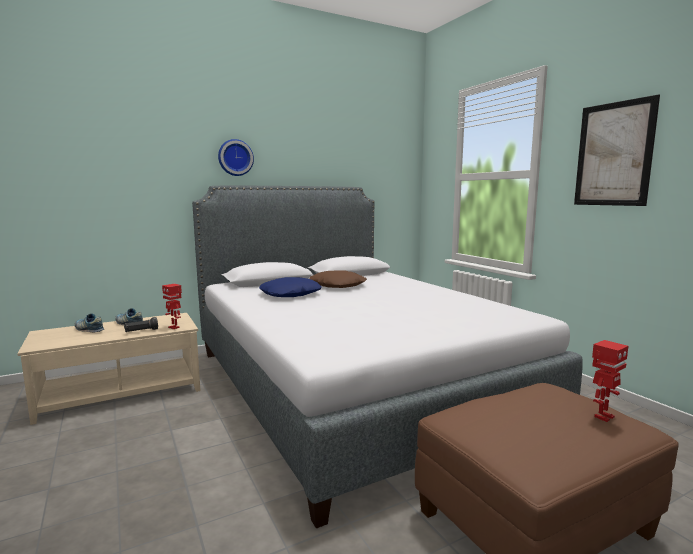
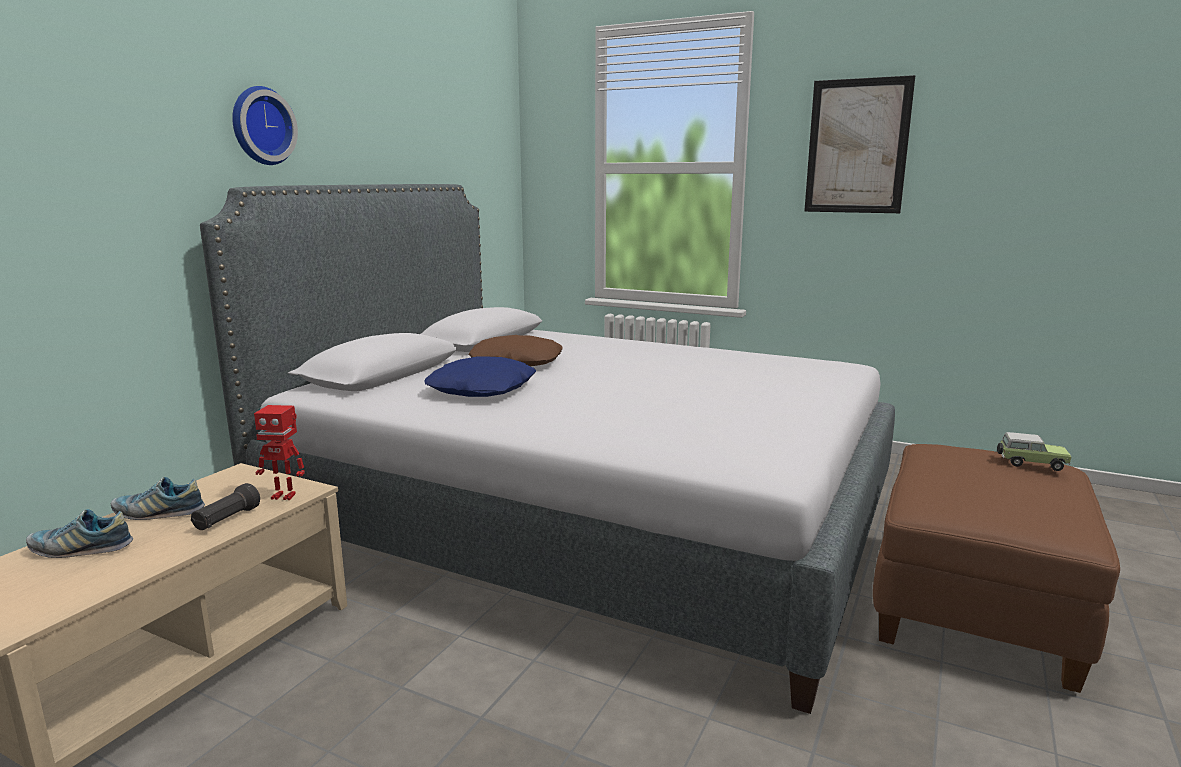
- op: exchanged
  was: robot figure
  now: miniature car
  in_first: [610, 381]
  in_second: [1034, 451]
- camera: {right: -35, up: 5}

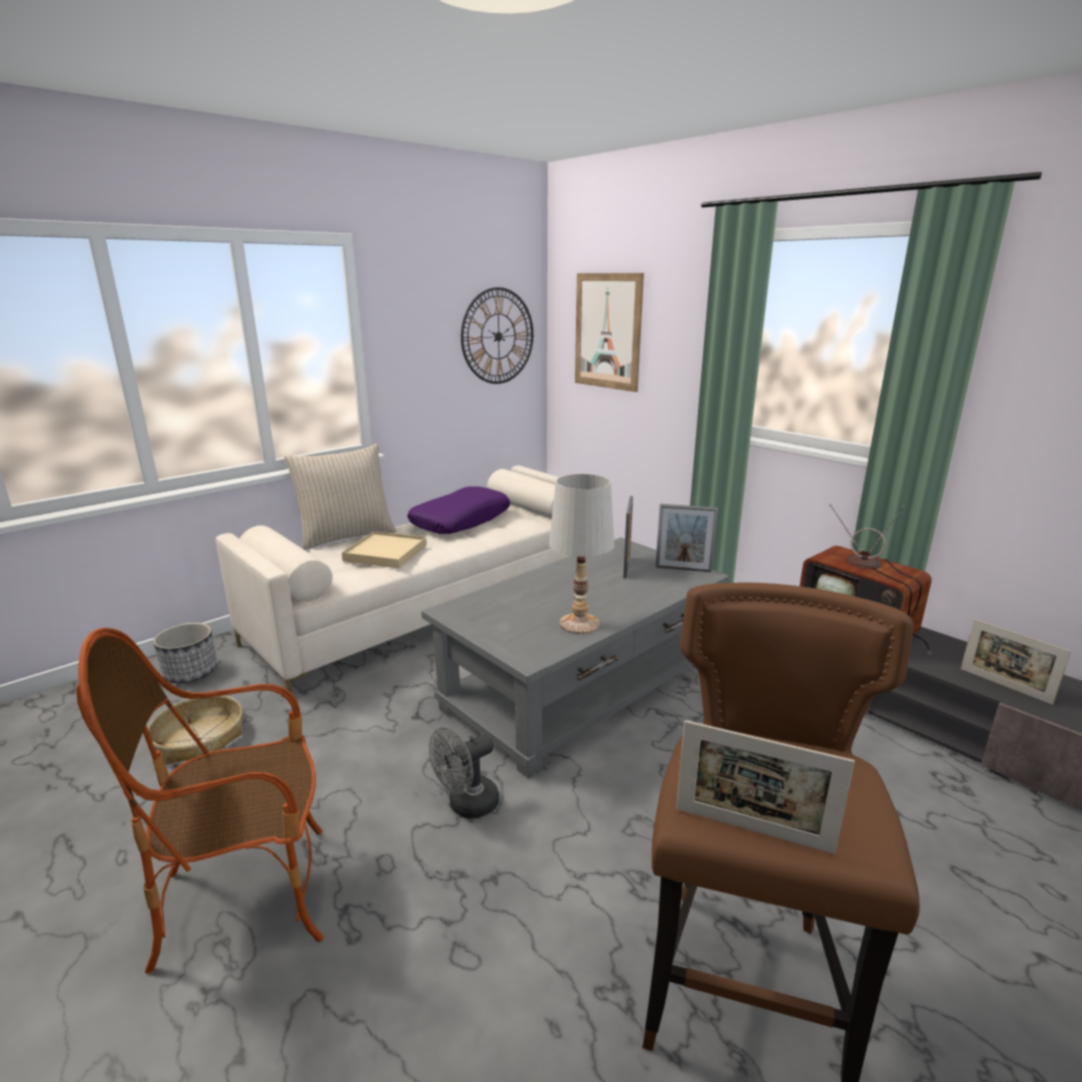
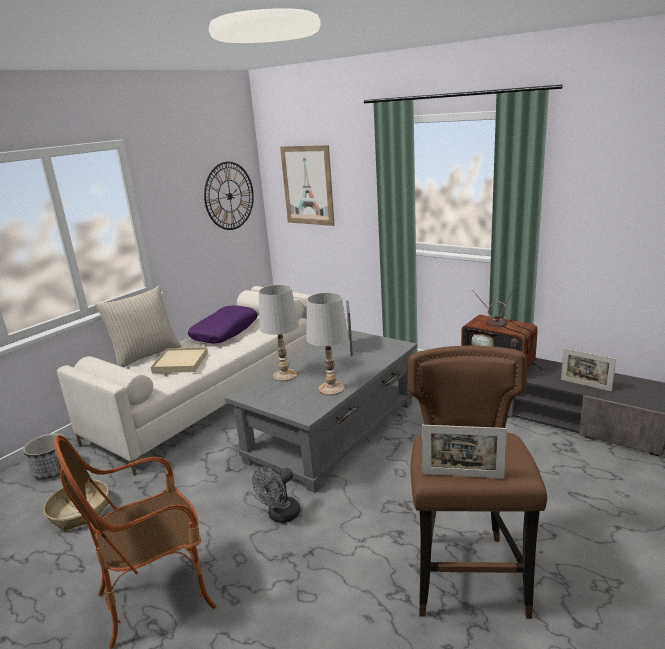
- op: missing
  was: photo frame
  in_first: [687, 538]
- op: appeared
  now: lamp for a table in white-coloured
  in_second: [279, 333]
- camera: {right: -10, up: 0}

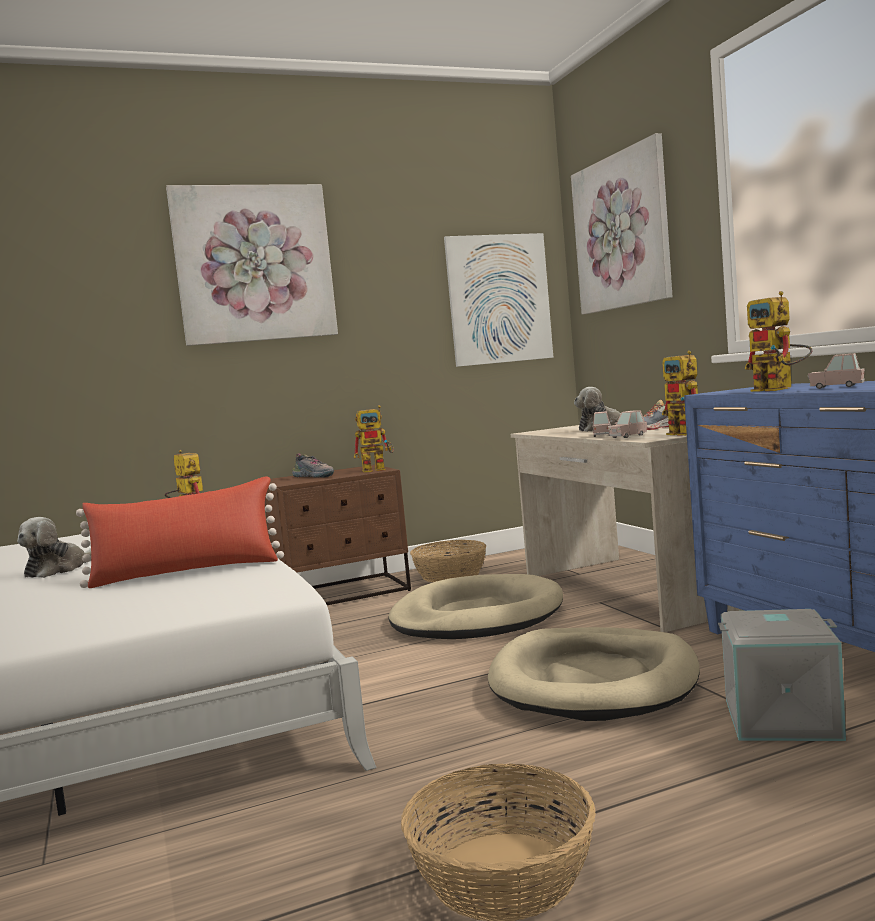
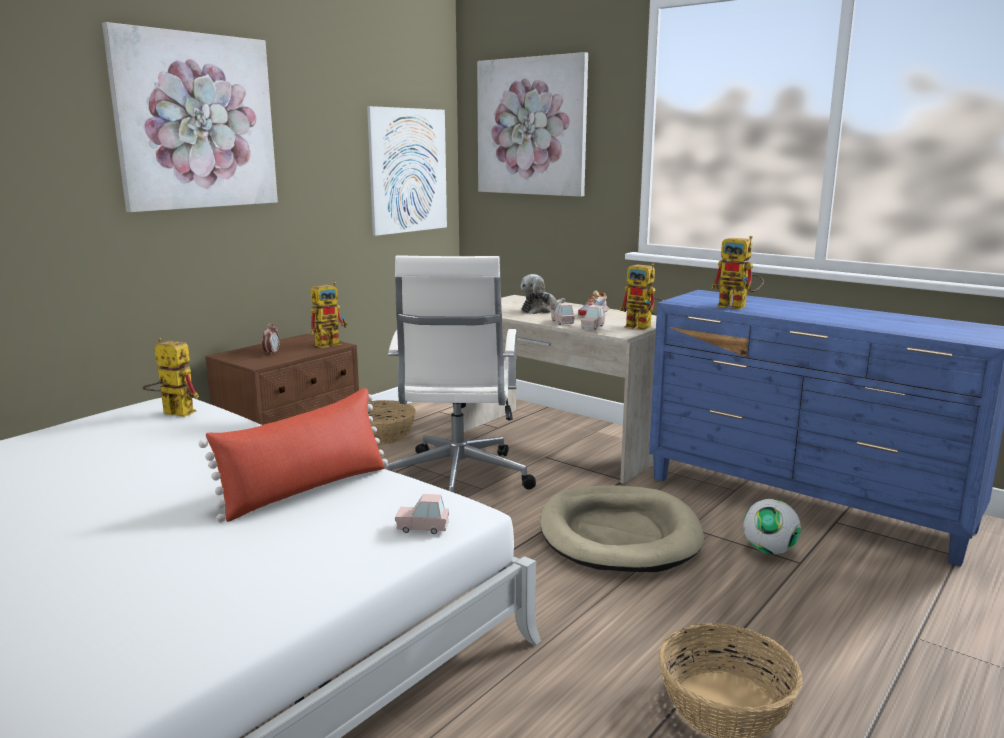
- op: missing
  was: soft toy
  in_first: [54, 547]
- op: exchanged
  was: low shoe
  now: alarm clock
  in_first: [313, 466]
  in_second: [271, 339]
- op: exchanged
  was: pet bed in sand-coloured
  now: computer chair in white-coloured
  in_first: [476, 606]
  in_second: [461, 374]
- op: exchanged
  was: storage box in gray
  now: ball for football
  in_first: [782, 675]
  in_second: [772, 526]
- op: relocated
  was: miniature car in pink-coloured
  in_first: [836, 371]
  in_second: [422, 514]
- camera: {right: -30, up: 10}

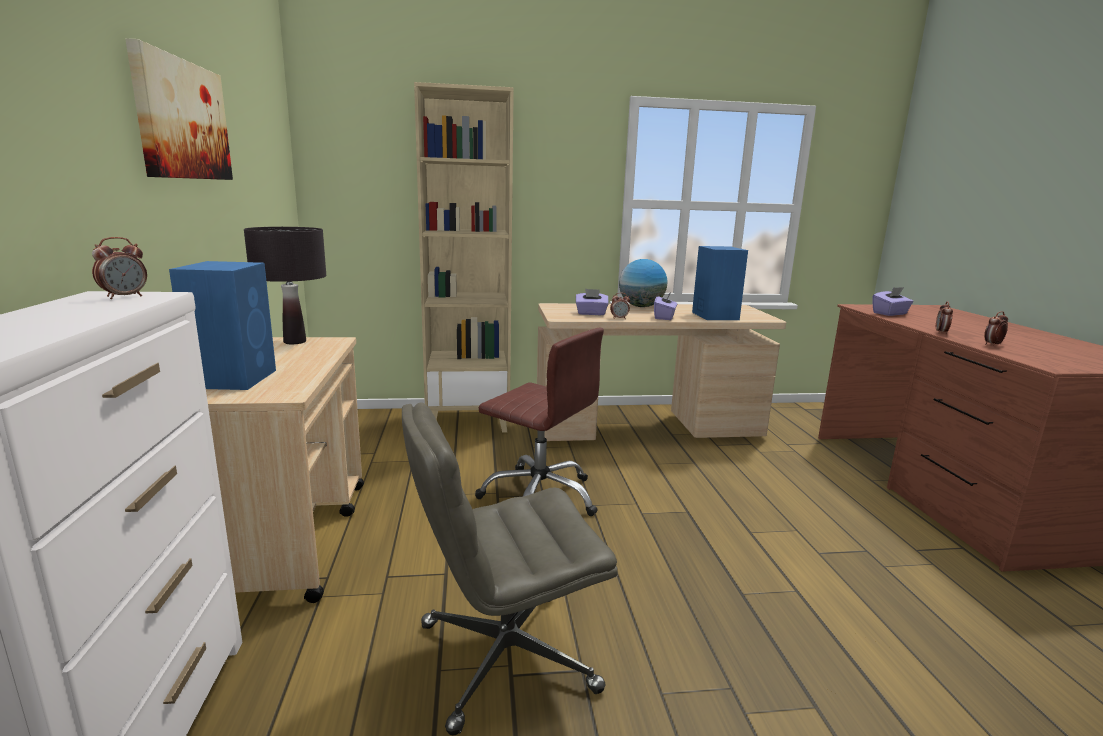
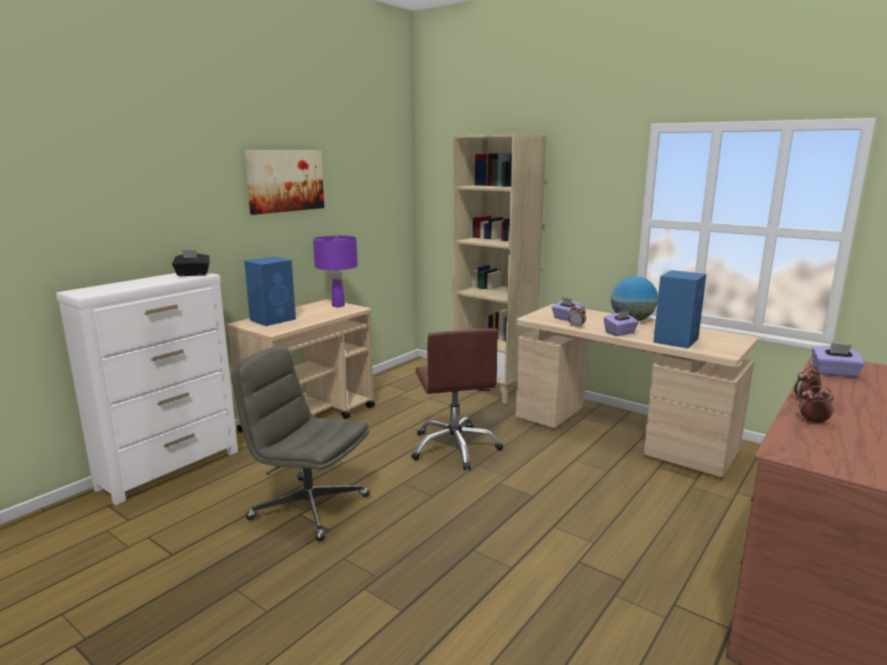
- op: exchanged
  was: alarm clock
  now: box of tissues in black
  in_first: [119, 268]
  in_second: [191, 263]
- op: colour
  was: lamp for a table in black
  now: lamp for a table in purplish
  in_first: [285, 285]
  in_second: [335, 271]
- camera: {right: 45, up: 0}

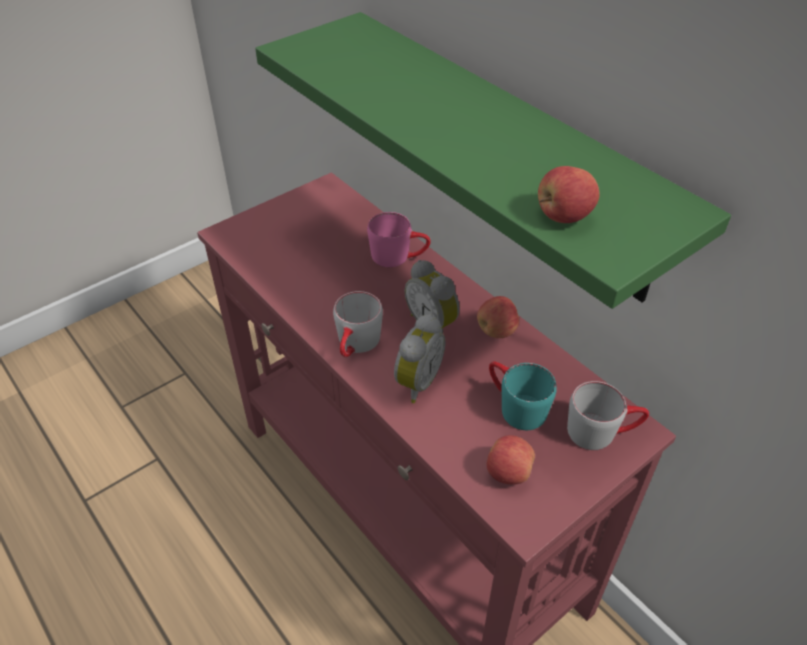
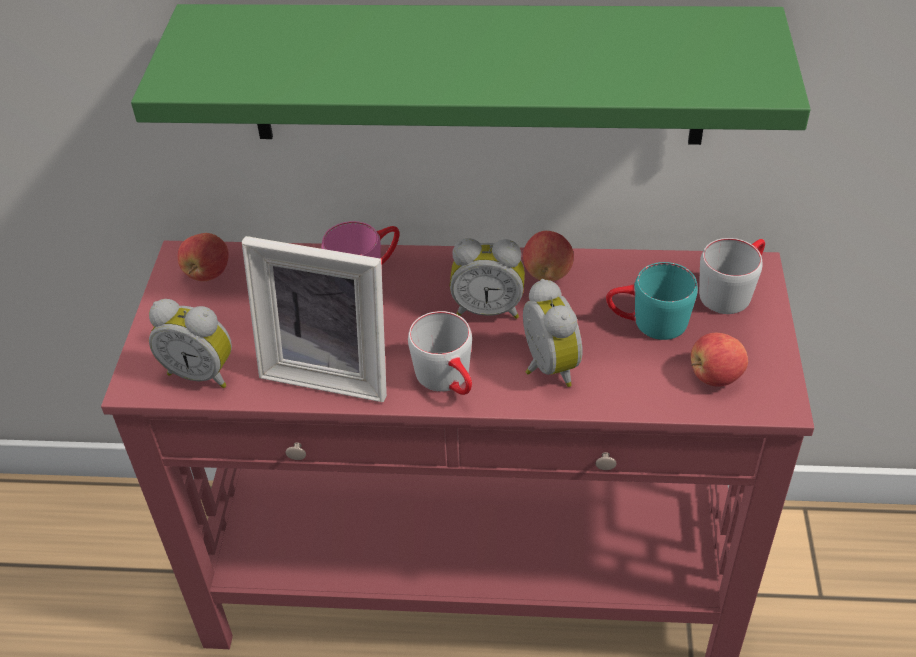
- op: relocated
  was: whole apple
  in_first: [569, 194]
  in_second: [203, 257]
- op: appeared
  now: alarm clock
  in_second: [190, 343]
- op: appeared
  now: photo frame
  in_second: [314, 319]
- camera: {right: -45, up: 0}

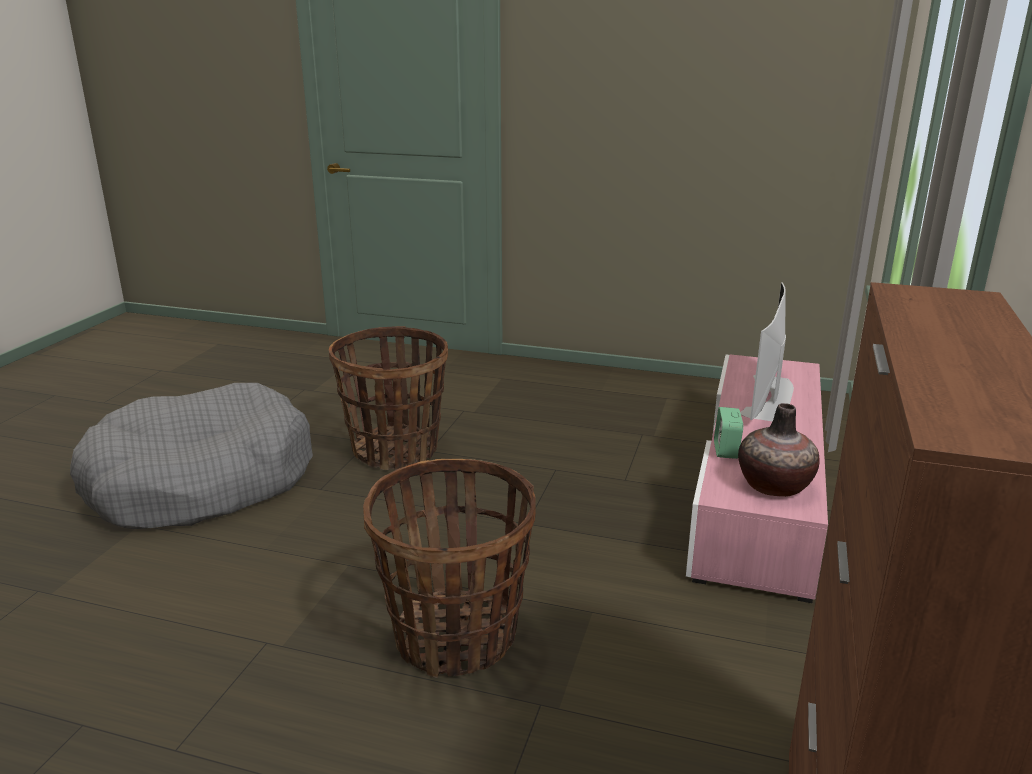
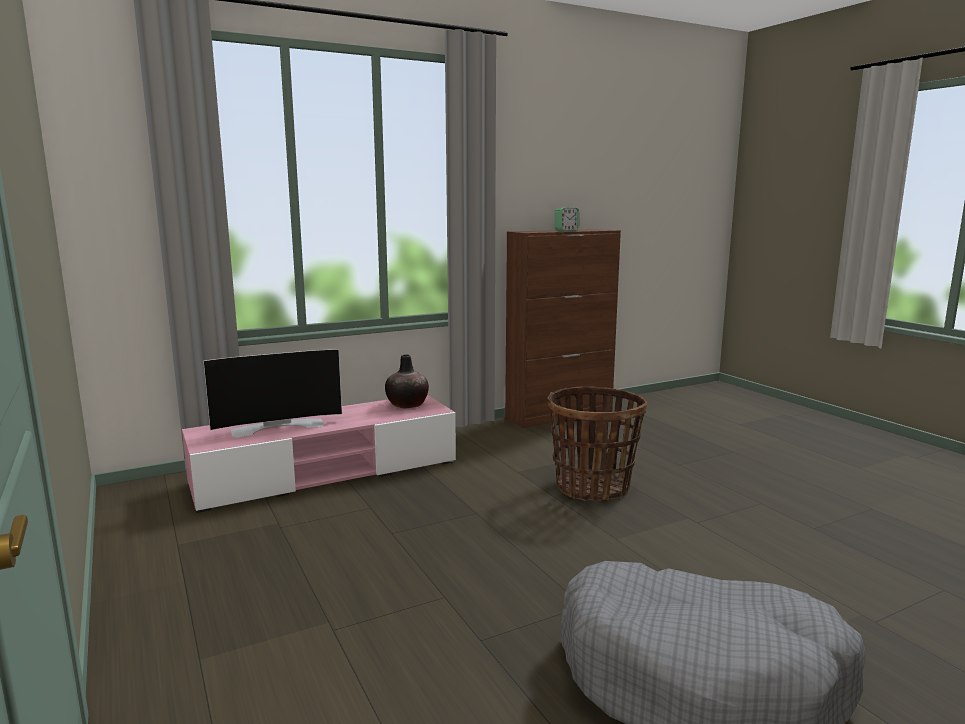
- op: missing
  was: household basket
  in_first: [388, 398]
- op: relocated
  was: alarm clock
  in_first: [728, 433]
  in_second: [566, 219]
- camera: {right: -135, up: -10}

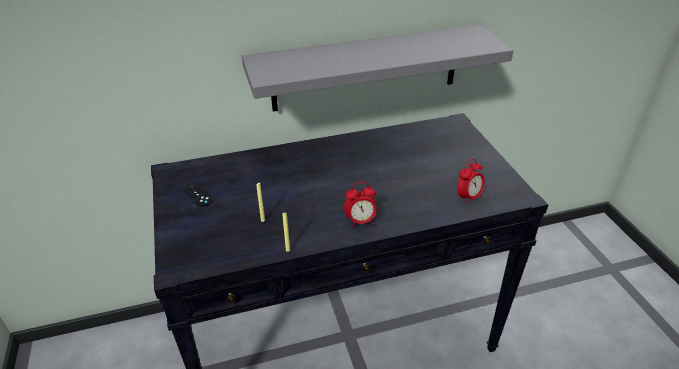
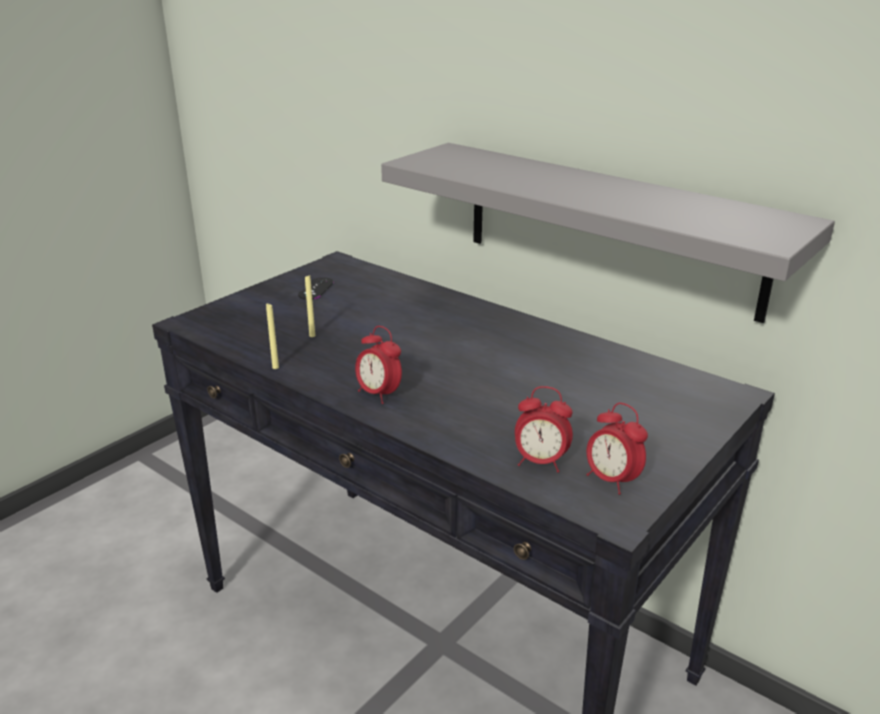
- op: appeared
  now: alarm clock
  in_second: [617, 449]
- camera: {right: 55, up: -10}

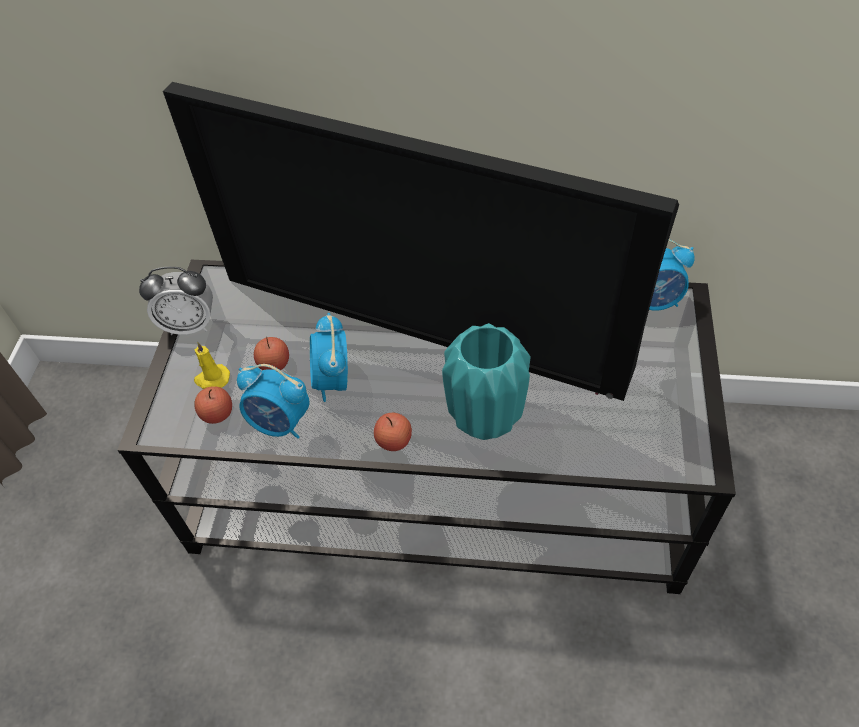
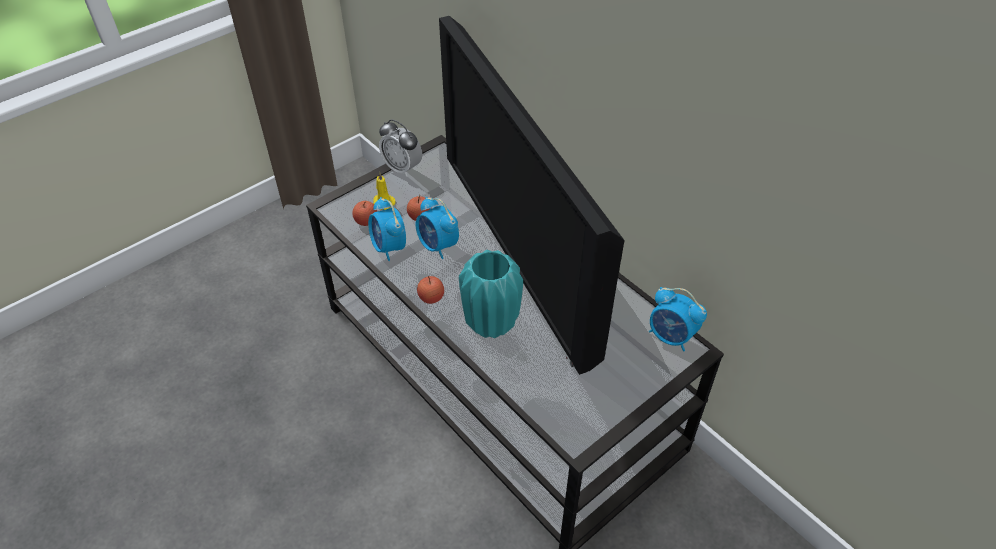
- op: spun
  was: alarm clock
  in_first: [329, 357]
  in_second: [437, 228]
  clockwise: -75
- camera: {right: 40, up: -5}

